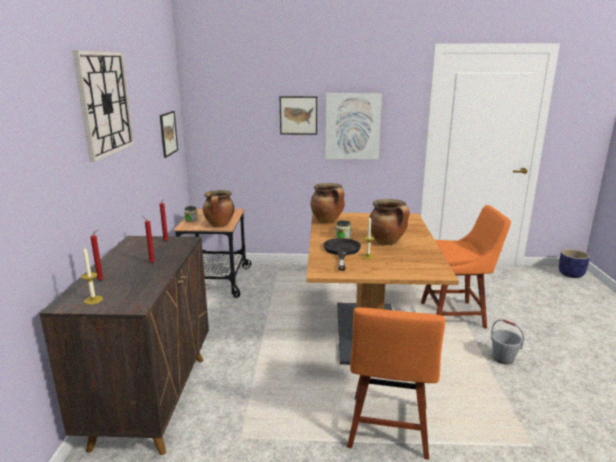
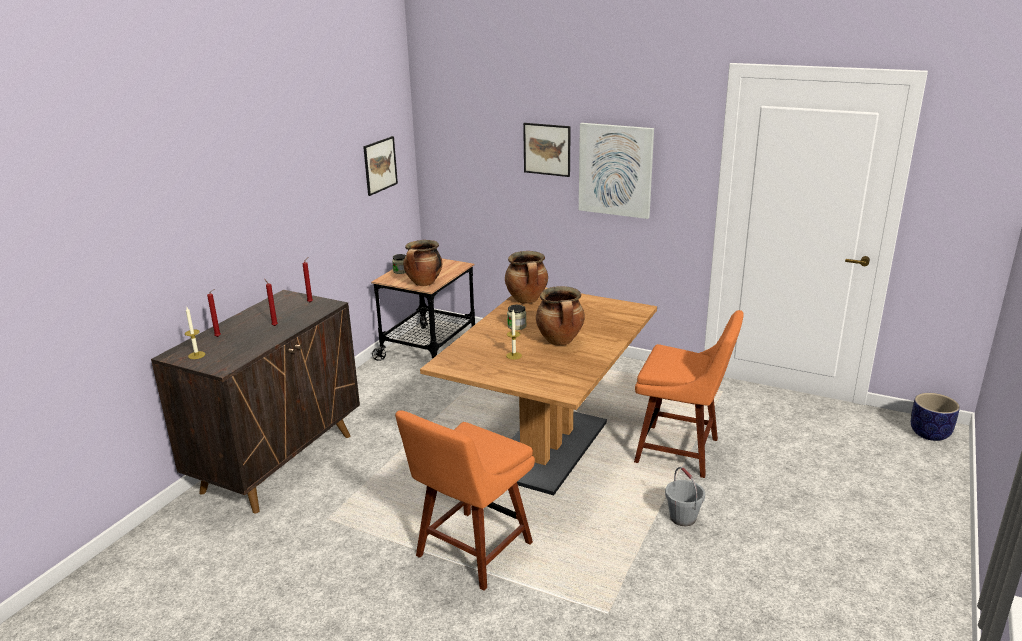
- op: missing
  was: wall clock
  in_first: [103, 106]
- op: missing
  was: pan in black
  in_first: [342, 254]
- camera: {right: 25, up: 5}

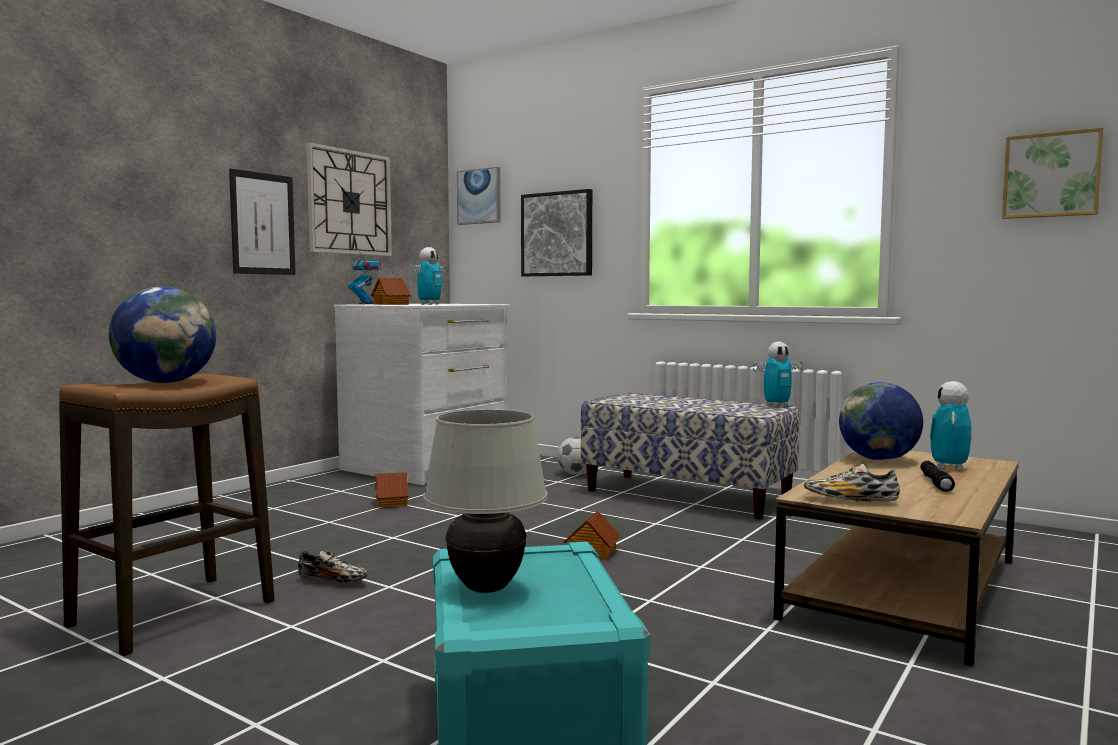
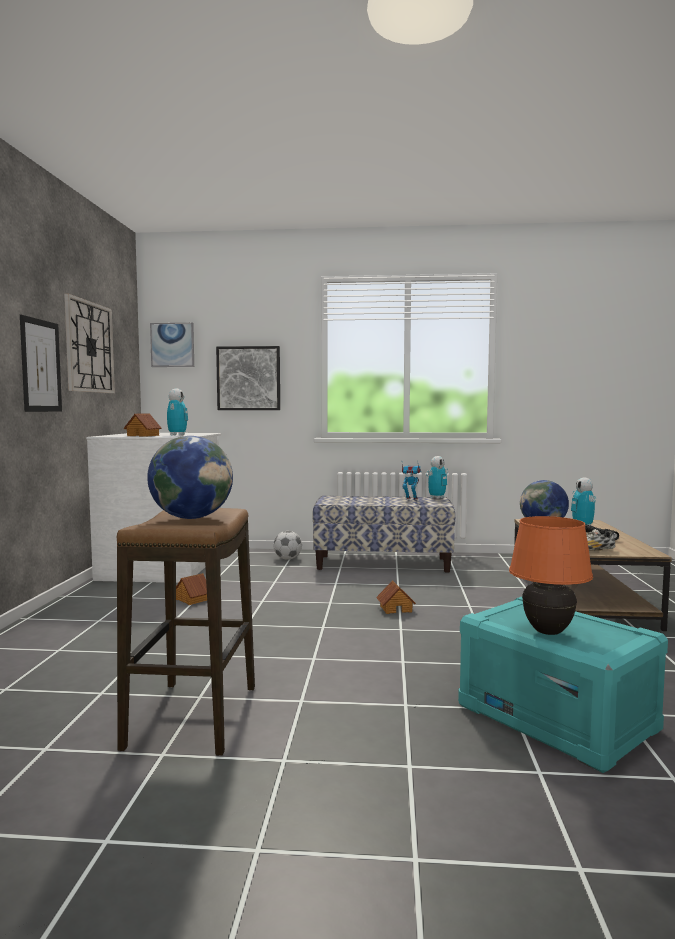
- op: missing
  was: low shoe
  in_first: [333, 567]
- op: relocated
  was: robot figure
  in_first: [365, 277]
  in_second: [411, 480]
- op: colour
  was: lamp for a table in white-coloured
  now: lamp for a table in orange
  in_first: [485, 501]
  in_second: [551, 575]
- op: missing
  was: wall picture
  in_first: [1052, 173]
- camera: {right: -30, up: 0}

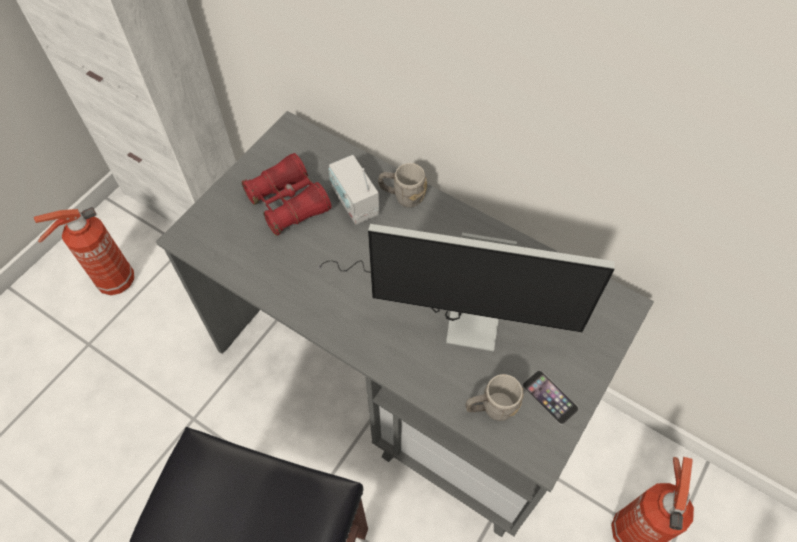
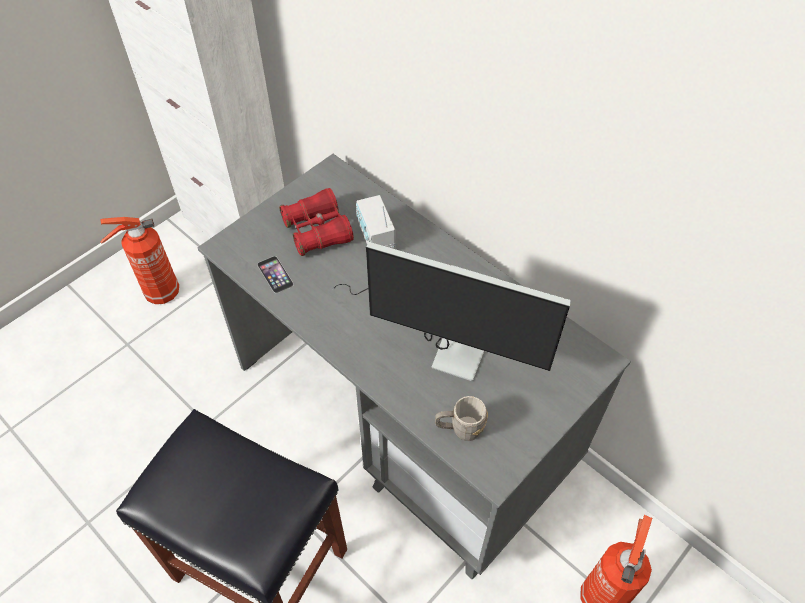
- op: missing
  was: mug in gray
  in_first: [402, 185]
- op: relocated
  was: handset
  in_first: [550, 397]
  in_second: [275, 274]
- camera: {right: 10, up: -5}

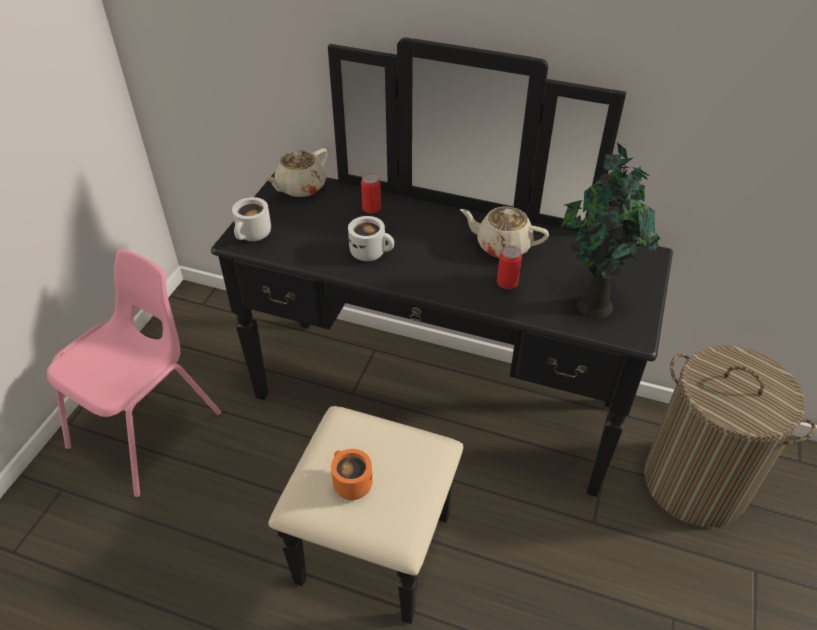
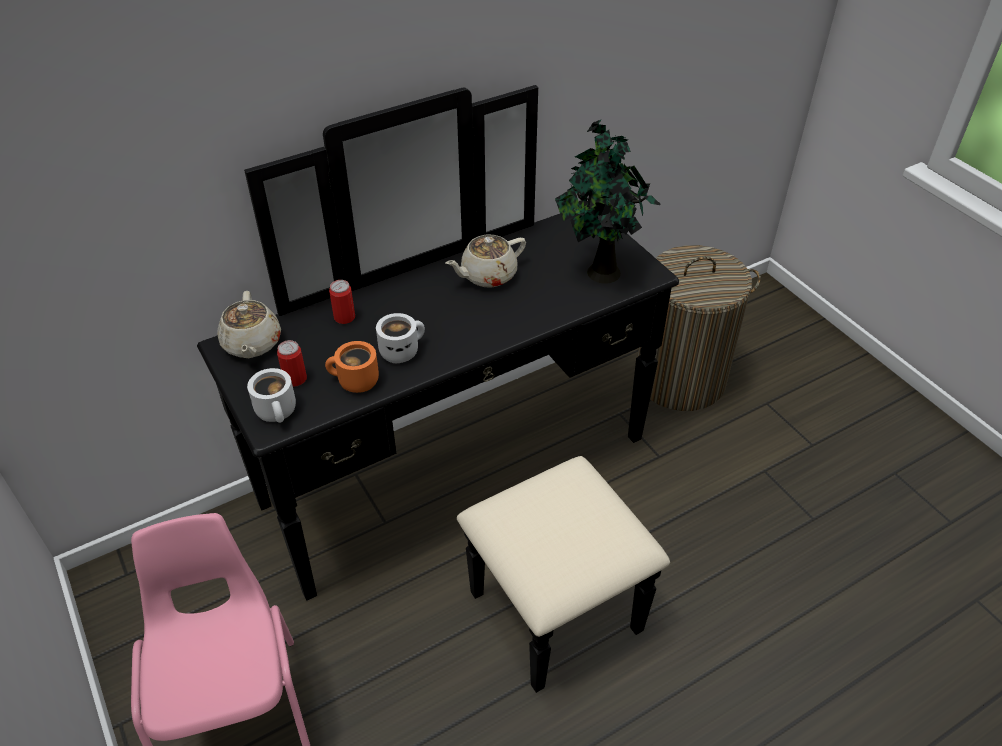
- op: relocated
  was: mug in orange
  in_first: [352, 474]
  in_second: [352, 367]
- op: relocated
  was: metal can
  in_first: [509, 267]
  in_second: [292, 363]
- camera: {right: -50, up: 0}

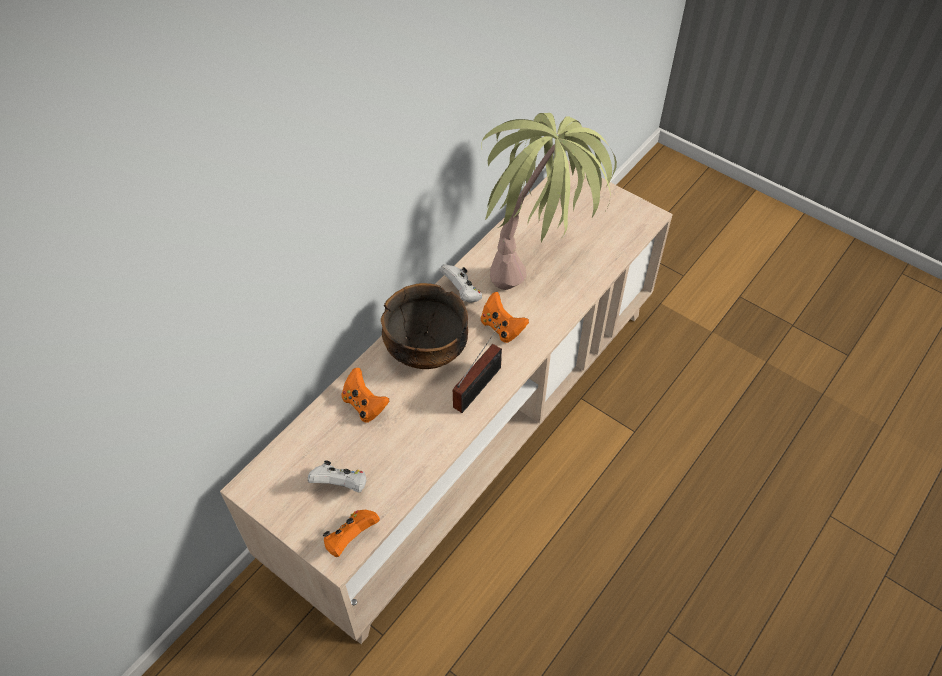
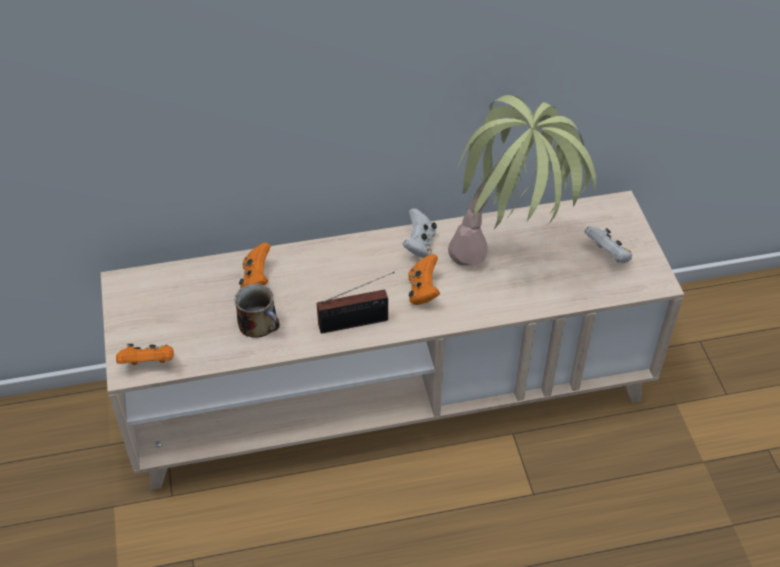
- op: relocated
  was: joypad in white-coloured
  in_first: [337, 476]
  in_second: [608, 244]
- op: missing
  was: deep dish
  in_first: [424, 326]
- op: appeared
  now: mug
  in_second: [257, 311]
- camera: {right: 40, up: -5}

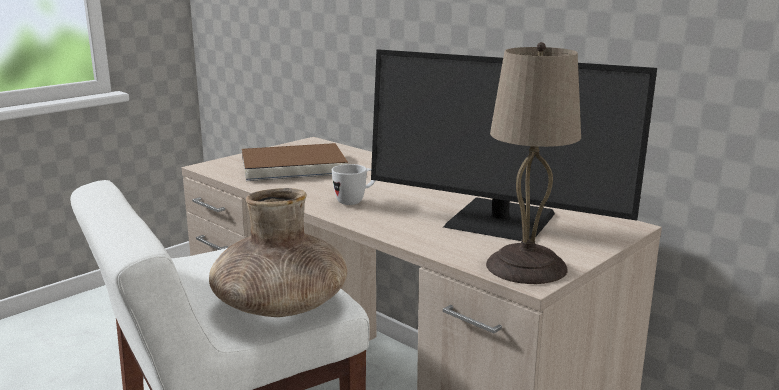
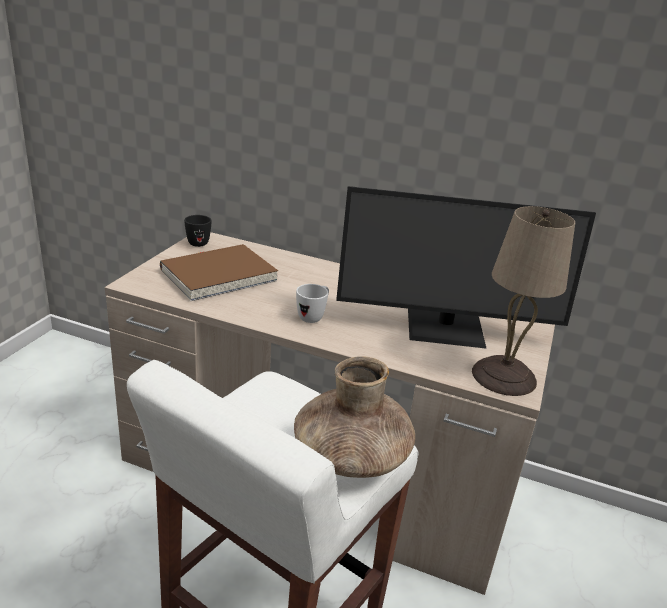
- op: appeared
  now: mug in black
  in_second: [198, 231]
- camera: {right: -25, up: 10}

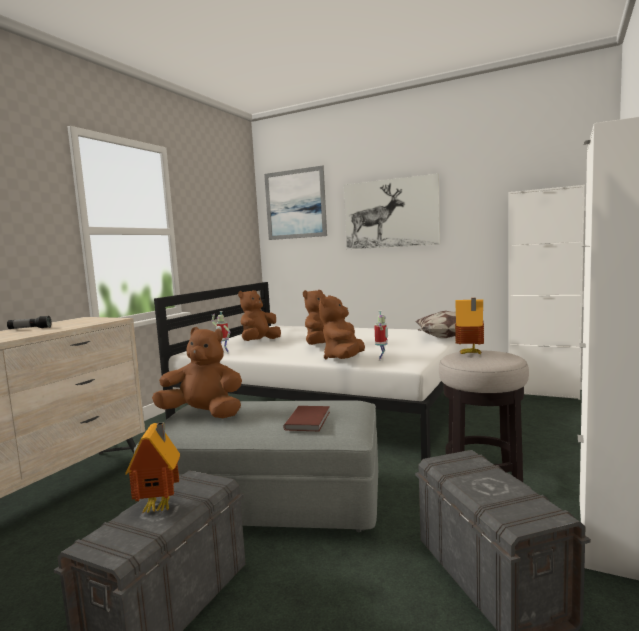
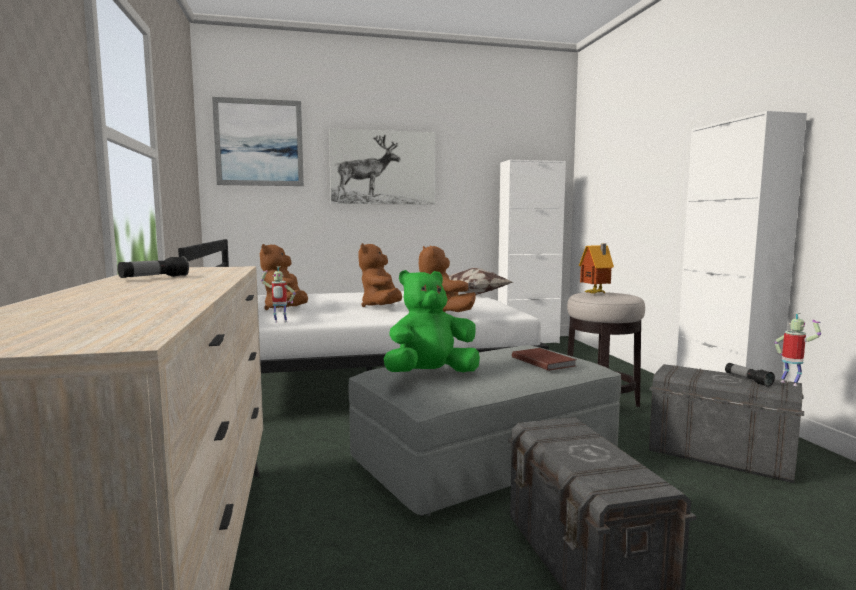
- op: missing
  was: miniature house
  in_first: [152, 468]
- op: colour
  was: soft toy in brown-coloured
  now: soft toy in green-coloured
  in_first: [197, 372]
  in_second: [432, 321]
- op: relocated
  was: robot figure
  in_first: [381, 336]
  in_second: [797, 349]
- op: appeared
  now: hand torch
  in_second: [750, 375]
- camera: {right: -40, up: 0}

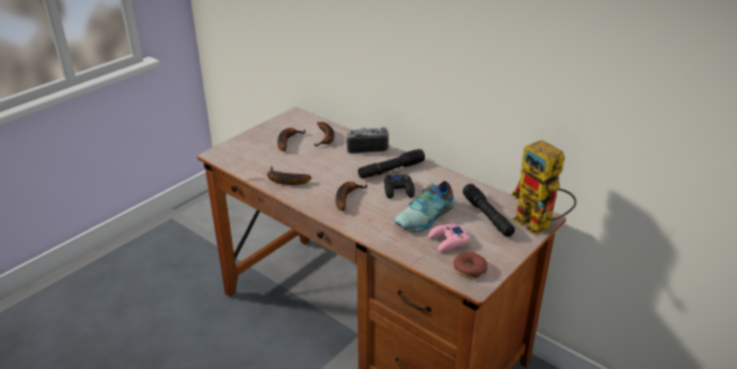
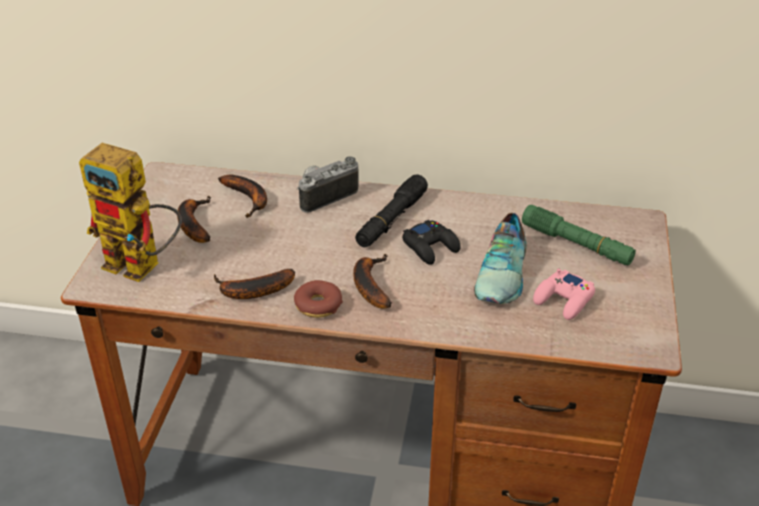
- op: relocated
  was: ring doughnut
  in_first: [470, 265]
  in_second: [318, 299]
- op: colour
  was: hand torch in black
  now: hand torch in green-coloured
  in_first: [489, 210]
  in_second: [579, 235]
- op: relocated
  was: robot figure
  in_first: [544, 187]
  in_second: [130, 212]
- camera: {right: -30, up: 5}

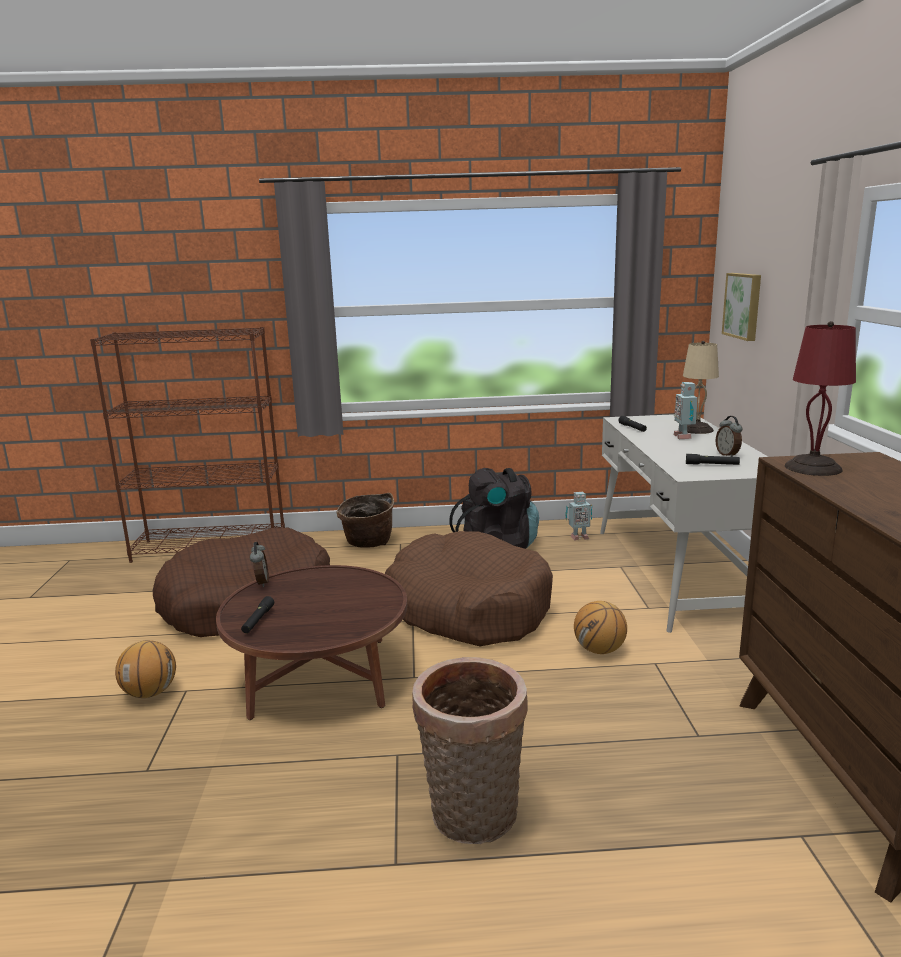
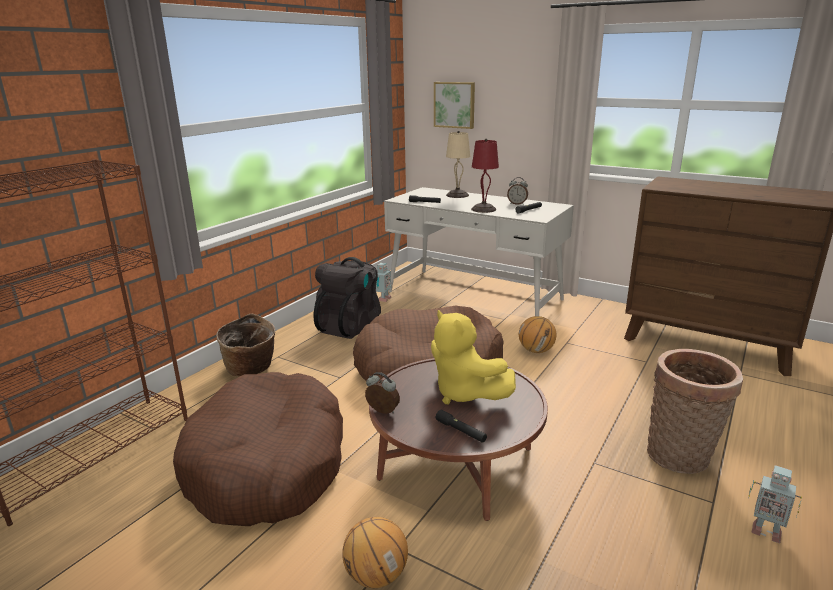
- op: relocated
  was: robot figure
  in_first: [686, 410]
  in_second: [775, 504]
- op: relocated
  was: lamp for a table in reddish
  in_first: [820, 398]
  in_second: [485, 176]
- op: appeared
  now: soft toy in yellow
  in_second: [473, 357]
- camera: {right: -55, up: 5}

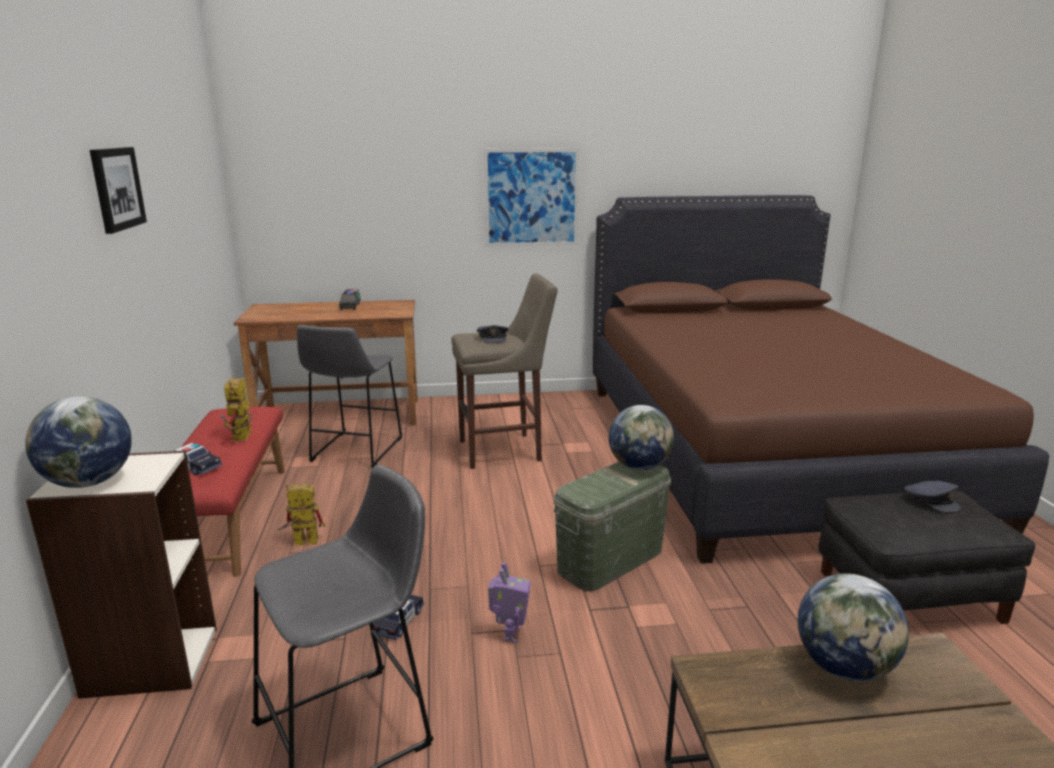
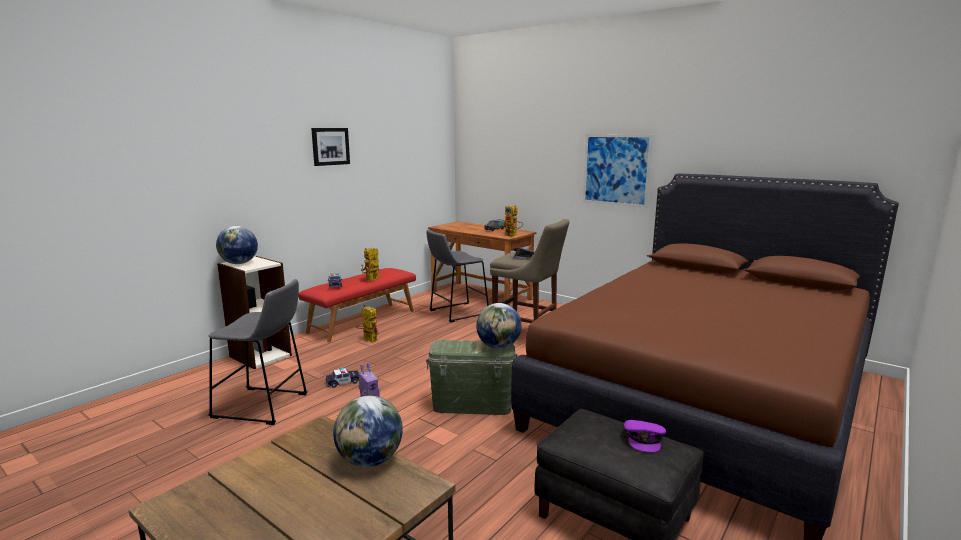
- op: colour
  was: peaked cap in gray
  now: peaked cap in purplish
  in_first: [932, 496]
  in_second: [645, 436]
- op: appeared
  now: robot figure
  in_second: [513, 221]
- camera: {right: 45, up: -5}

